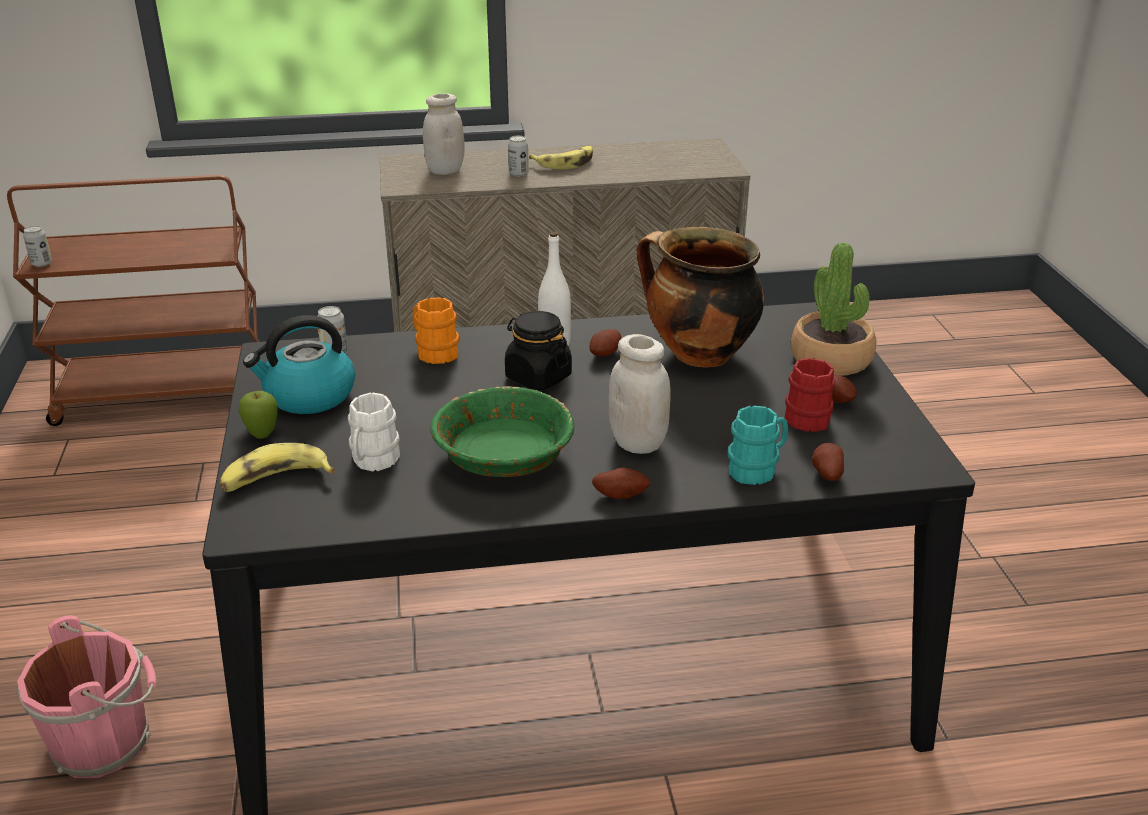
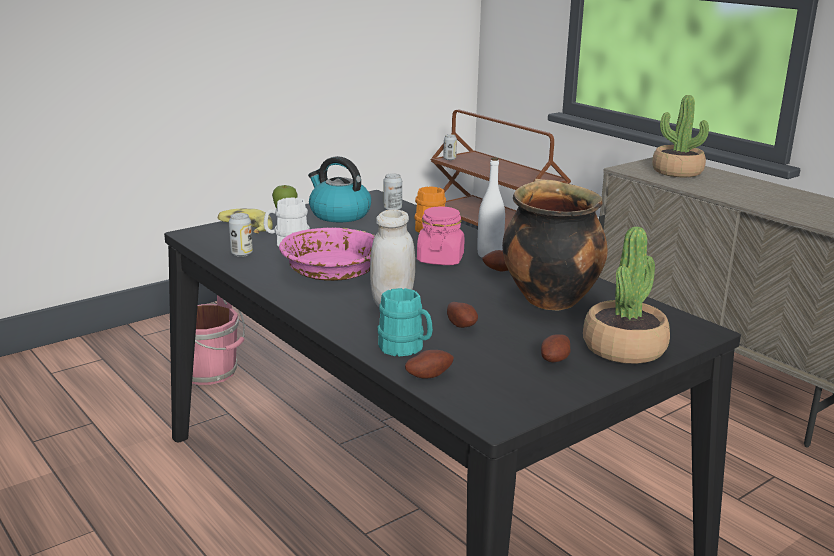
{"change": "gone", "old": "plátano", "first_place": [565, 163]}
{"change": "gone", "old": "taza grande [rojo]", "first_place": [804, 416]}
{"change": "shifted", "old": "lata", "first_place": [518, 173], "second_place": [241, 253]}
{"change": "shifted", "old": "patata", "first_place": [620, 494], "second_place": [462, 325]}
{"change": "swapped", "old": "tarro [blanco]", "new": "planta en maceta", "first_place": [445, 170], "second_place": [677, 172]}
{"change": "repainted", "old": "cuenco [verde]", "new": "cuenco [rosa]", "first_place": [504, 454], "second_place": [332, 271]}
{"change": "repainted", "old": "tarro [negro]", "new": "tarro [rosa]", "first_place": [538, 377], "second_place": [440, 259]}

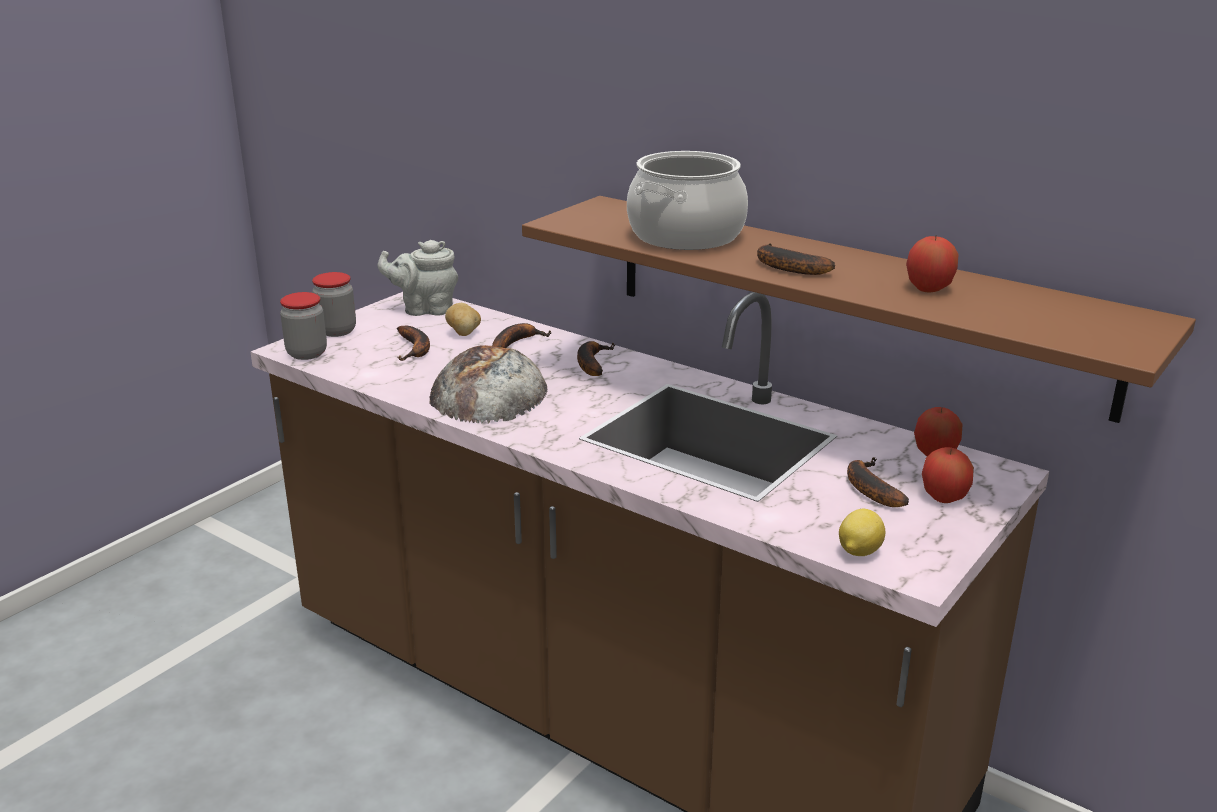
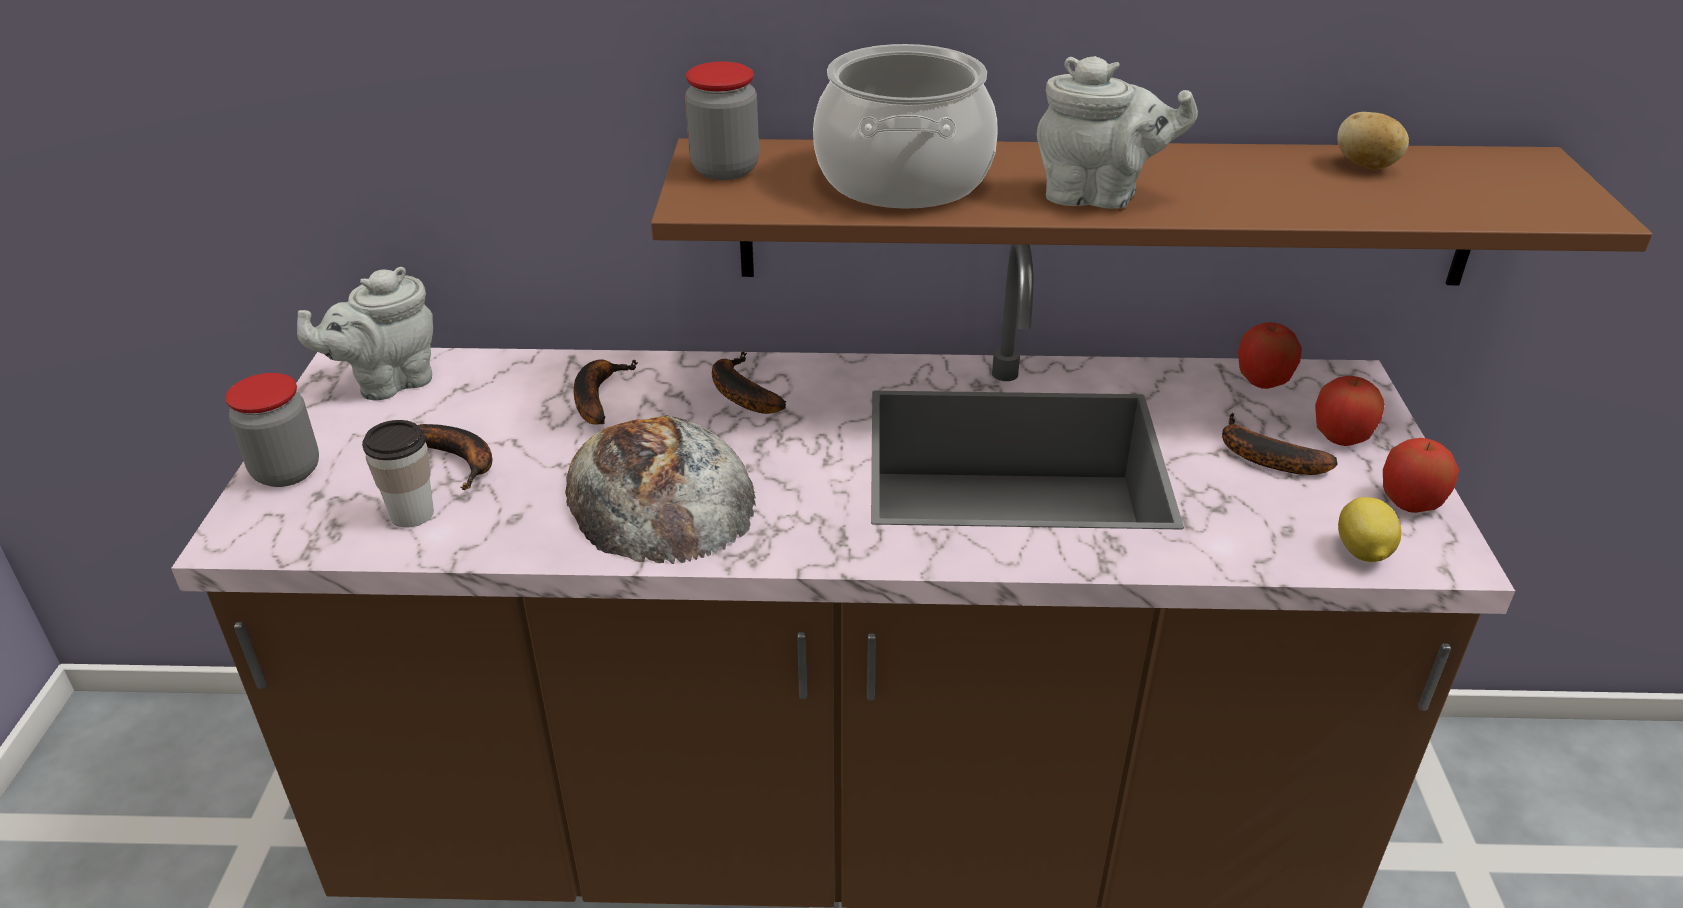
{"change": "new", "new": "taza", "second_place": [412, 514]}
{"change": "shifted", "old": "tarro", "first_place": [307, 353], "second_place": [725, 169]}
{"change": "shifted", "old": "patata", "first_place": [464, 333], "second_place": [1366, 166]}
{"change": "shifted", "old": "manzana", "first_place": [929, 288], "second_place": [1409, 502]}
{"change": "swapped", "old": "plátano", "new": "tetera [gris]", "first_place": [785, 267], "second_place": [1098, 197]}

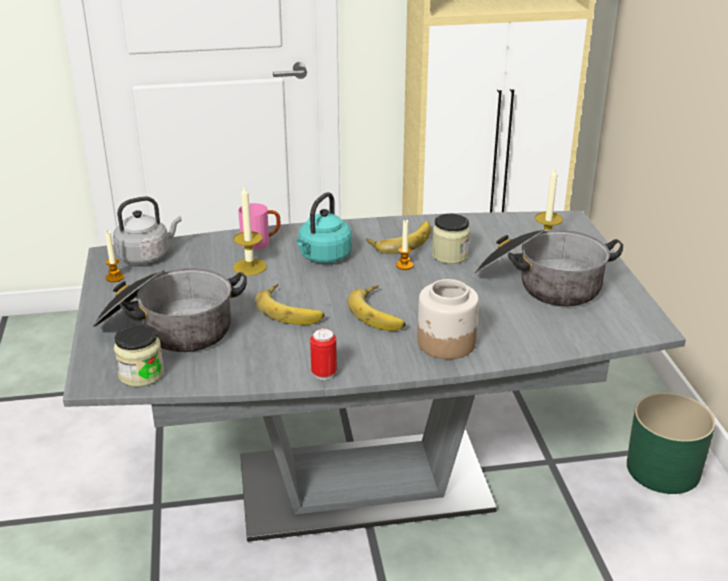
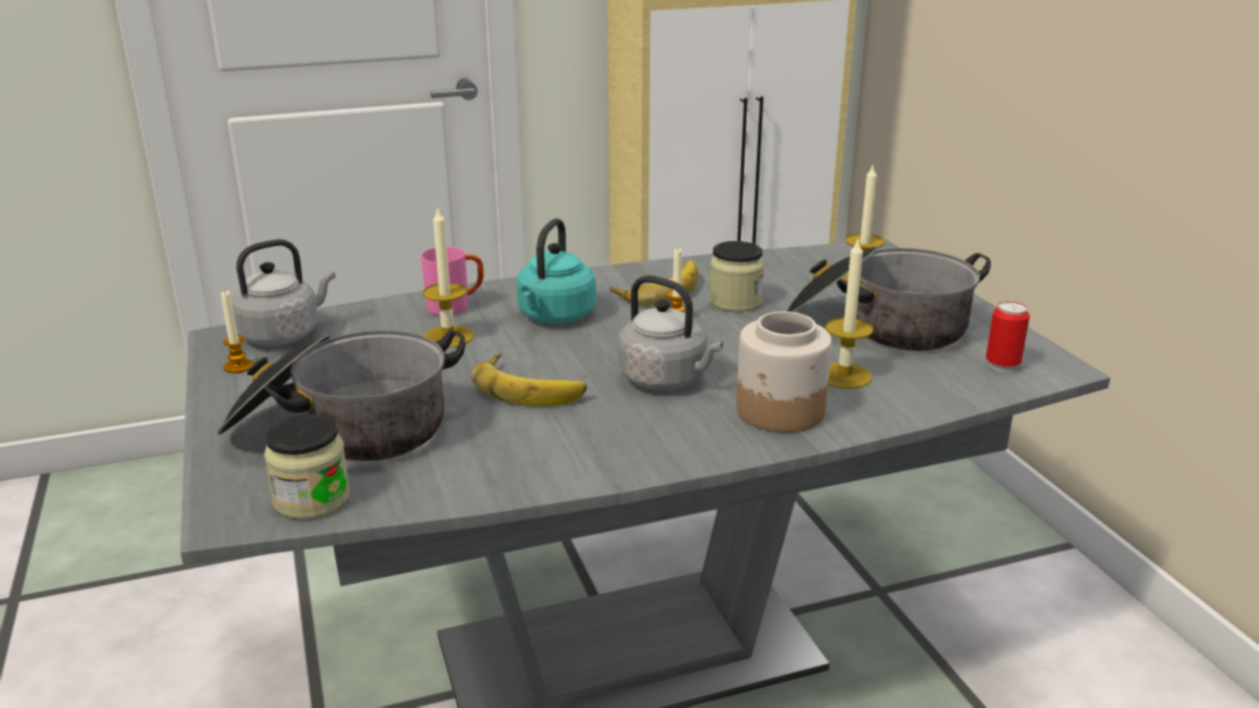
{"change": "gone", "old": "maceta [verde]", "first_place": [664, 469]}
{"change": "new", "new": "vela", "second_place": [844, 376]}
{"change": "shifted", "old": "lata", "first_place": [324, 373], "second_place": [1002, 365]}
{"change": "swapped", "old": "plátano", "new": "hervidor [gris]", "first_place": [381, 312], "second_place": [666, 380]}

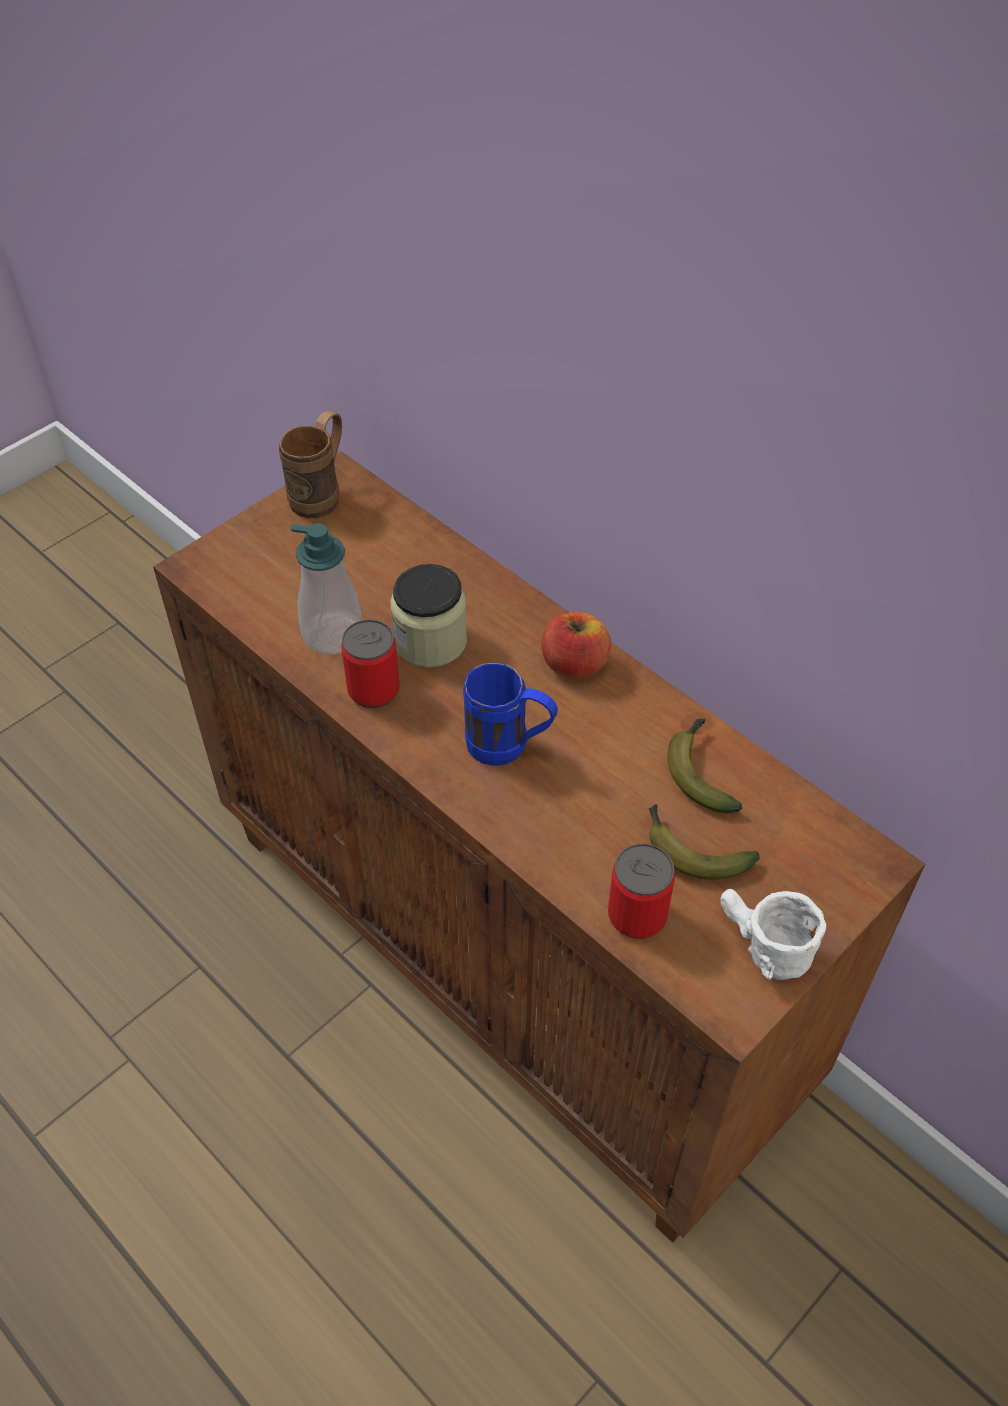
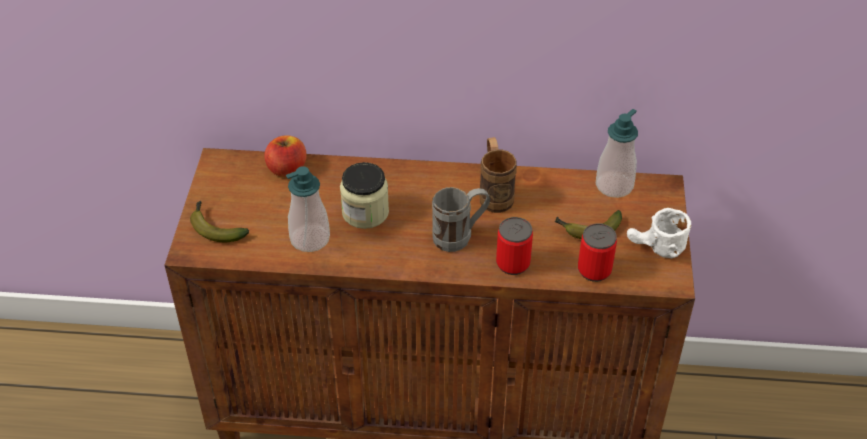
{"change": "new", "new": "dispensador de jabón", "second_place": [614, 185]}
{"change": "shifted", "old": "taza grande [marrón]", "first_place": [322, 494], "second_place": [494, 194]}
{"change": "shifted", "old": "lata", "first_place": [373, 690], "second_place": [513, 263]}
{"change": "shifted", "old": "manzana", "first_place": [574, 664], "second_place": [287, 169]}
{"change": "shifted", "old": "plátano", "first_place": [700, 771], "second_place": [215, 228]}
{"change": "repainted", "old": "taza grande [azul]", "new": "taza grande [gris]", "first_place": [509, 748], "second_place": [460, 237]}

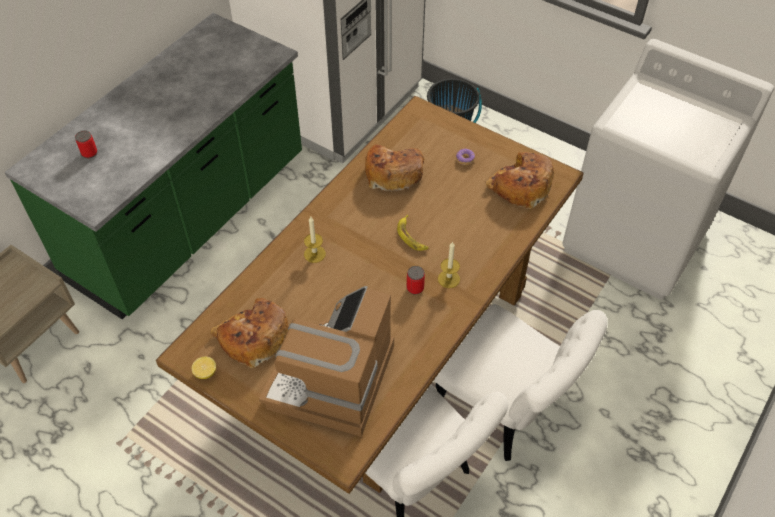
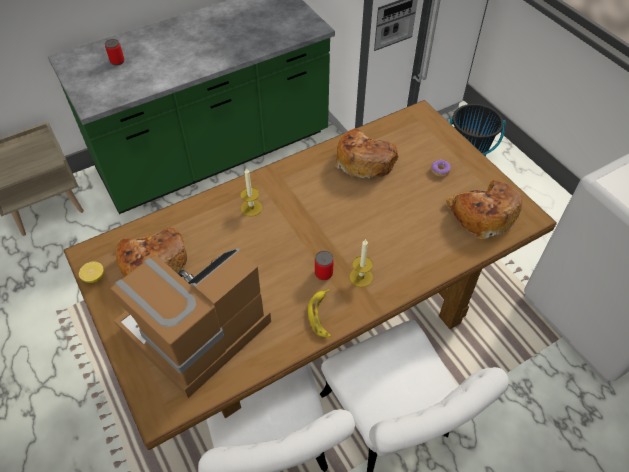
{"change": "shifted", "old": "plátano", "first_place": [412, 236], "second_place": [321, 315]}

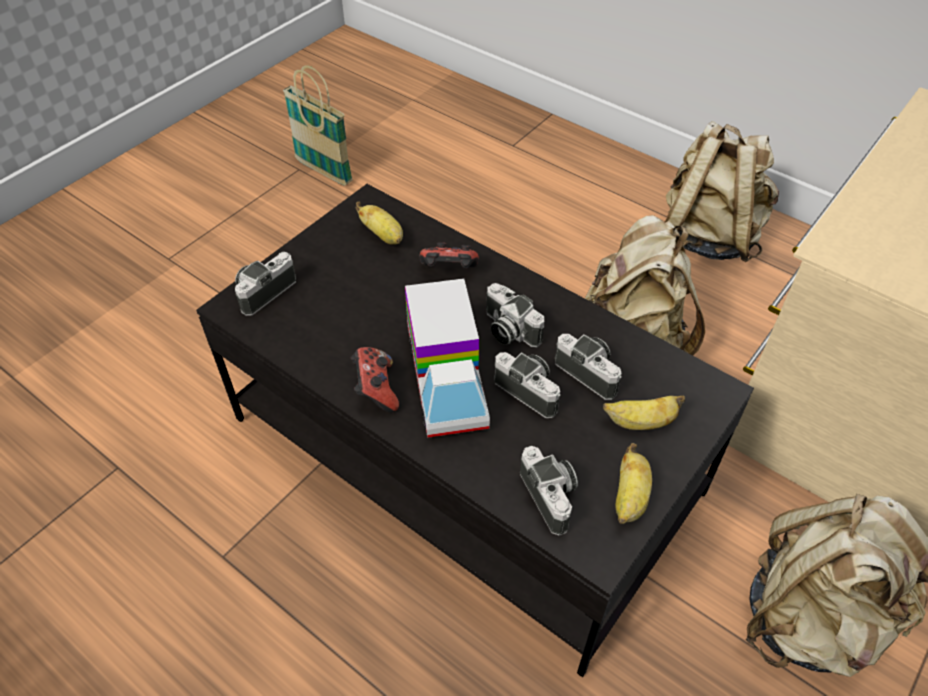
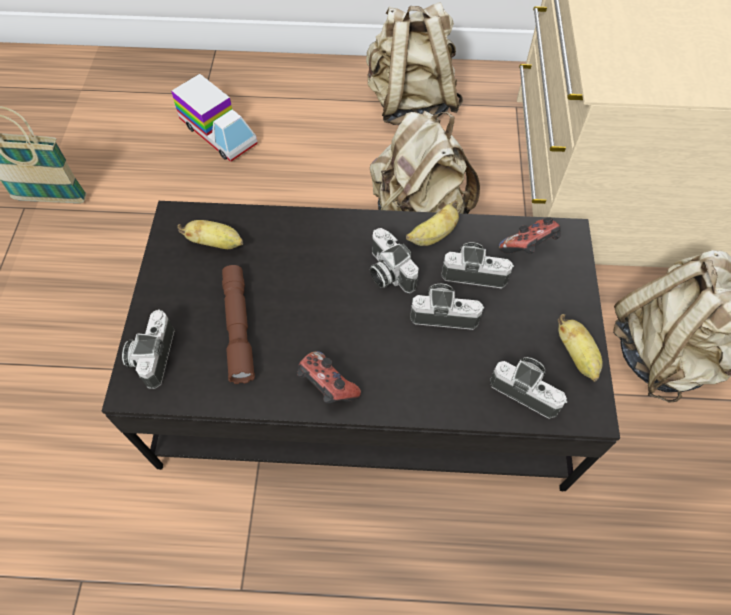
{"change": "new", "new": "linterna [marrón]", "second_place": [238, 327]}
{"change": "shifted", "old": "camión de juguete", "first_place": [446, 379], "second_place": [218, 133]}
{"change": "shifted", "old": "mando de consola", "first_place": [449, 272], "second_place": [528, 248]}
{"change": "shifted", "old": "plátano", "first_place": [640, 422], "second_place": [433, 236]}
{"change": "rotated", "old": "cámara", "first_place": [507, 330], "second_place": [387, 272], "degrees": 45}

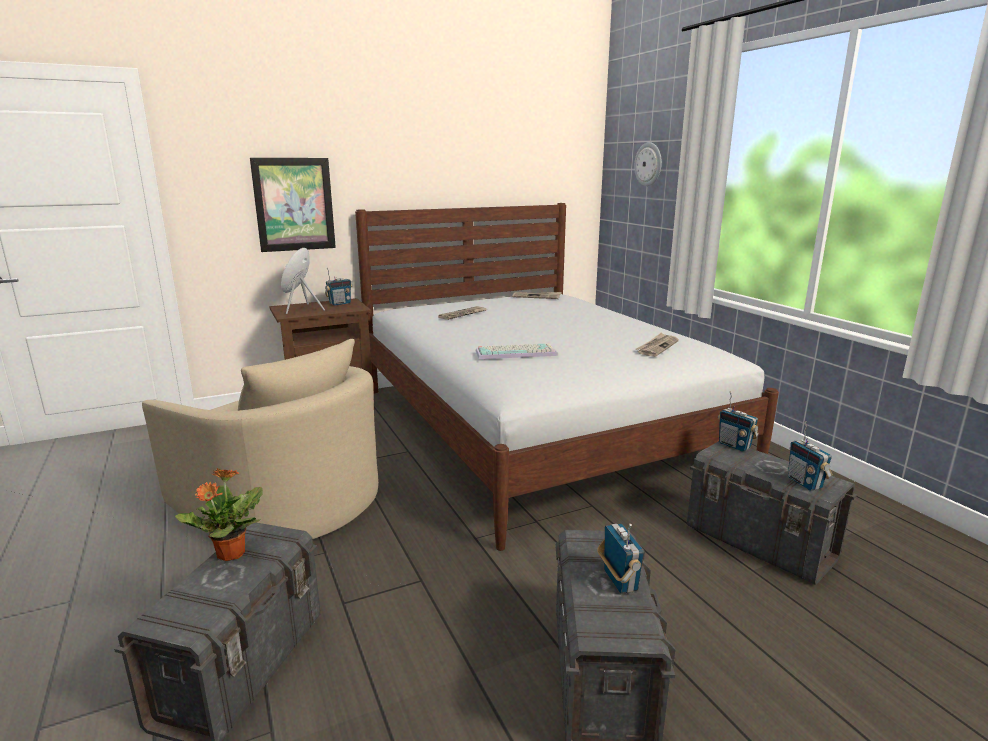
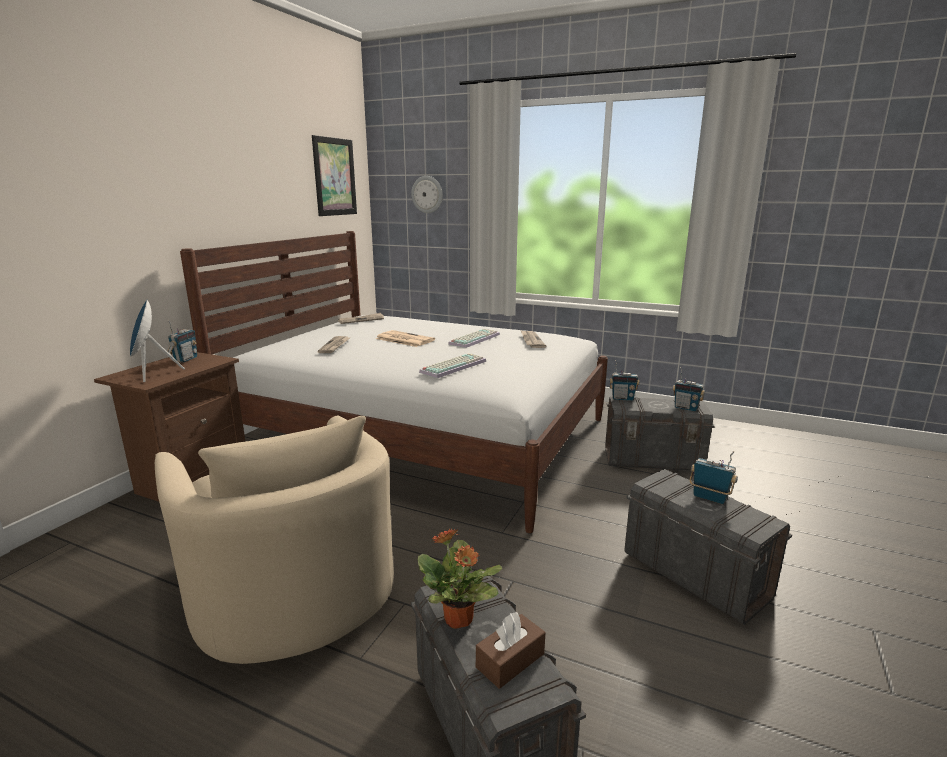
{"change": "new", "new": "periódico", "second_place": [404, 339]}
{"change": "new", "new": "teclado", "second_place": [474, 339]}
{"change": "new", "new": "caja de pañuelos [marrón]", "second_place": [510, 660]}
{"change": "shifted", "old": "cuadro", "first_place": [294, 204], "second_place": [334, 177]}
{"change": "rotated", "old": "sillón [beis]", "first_place": [282, 501], "second_place": [289, 584], "degrees": 60}

